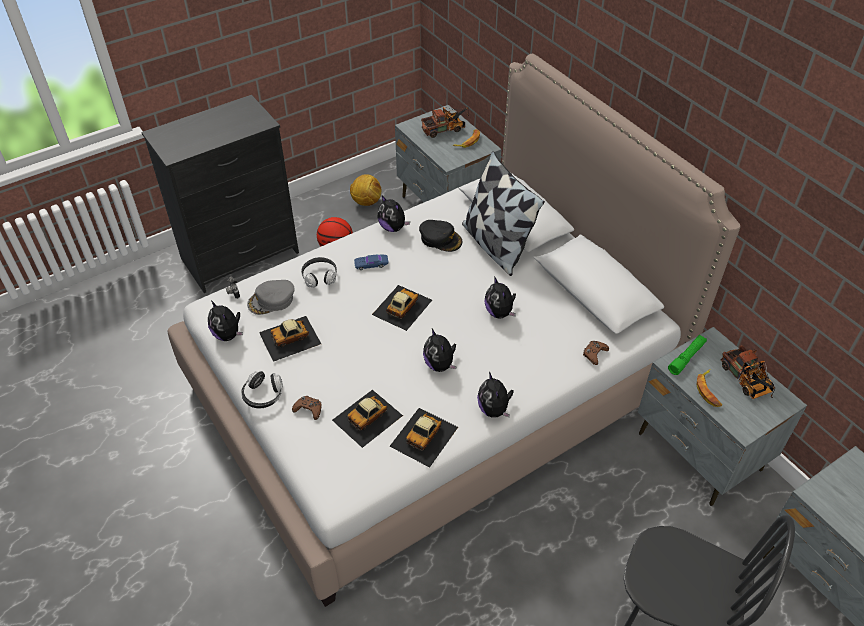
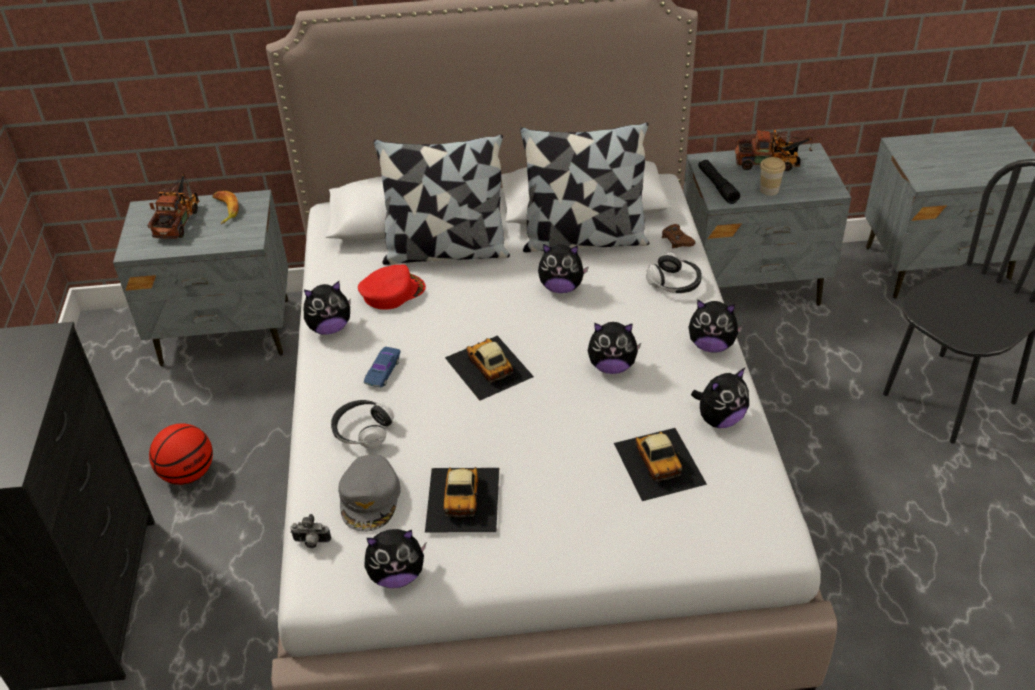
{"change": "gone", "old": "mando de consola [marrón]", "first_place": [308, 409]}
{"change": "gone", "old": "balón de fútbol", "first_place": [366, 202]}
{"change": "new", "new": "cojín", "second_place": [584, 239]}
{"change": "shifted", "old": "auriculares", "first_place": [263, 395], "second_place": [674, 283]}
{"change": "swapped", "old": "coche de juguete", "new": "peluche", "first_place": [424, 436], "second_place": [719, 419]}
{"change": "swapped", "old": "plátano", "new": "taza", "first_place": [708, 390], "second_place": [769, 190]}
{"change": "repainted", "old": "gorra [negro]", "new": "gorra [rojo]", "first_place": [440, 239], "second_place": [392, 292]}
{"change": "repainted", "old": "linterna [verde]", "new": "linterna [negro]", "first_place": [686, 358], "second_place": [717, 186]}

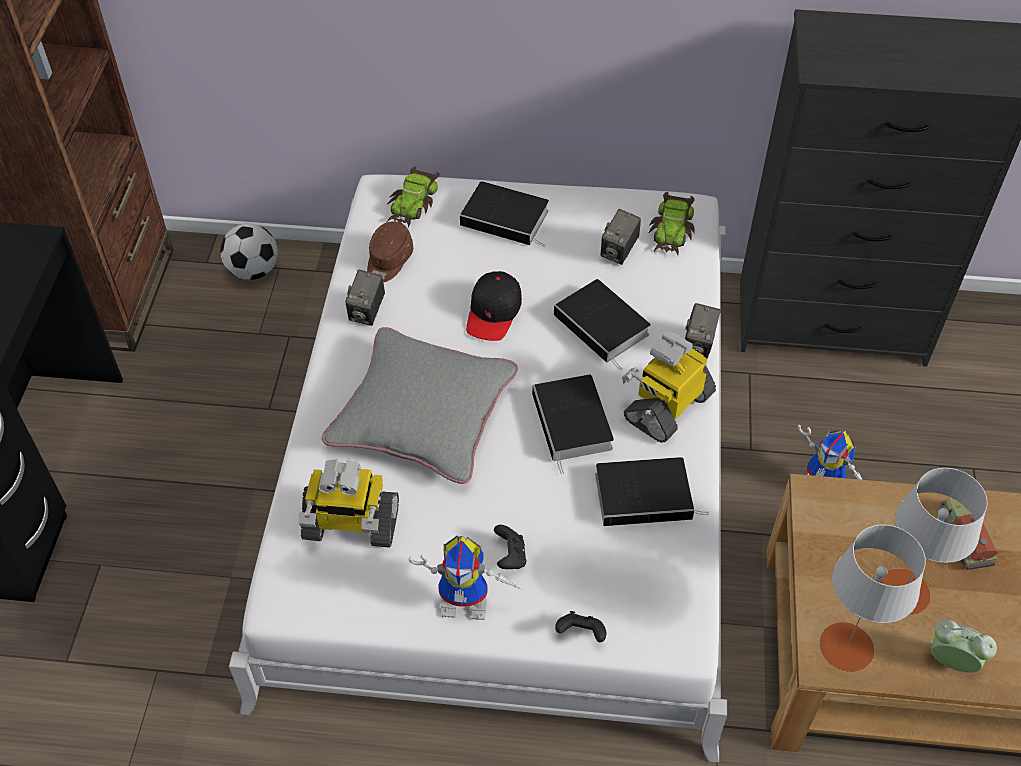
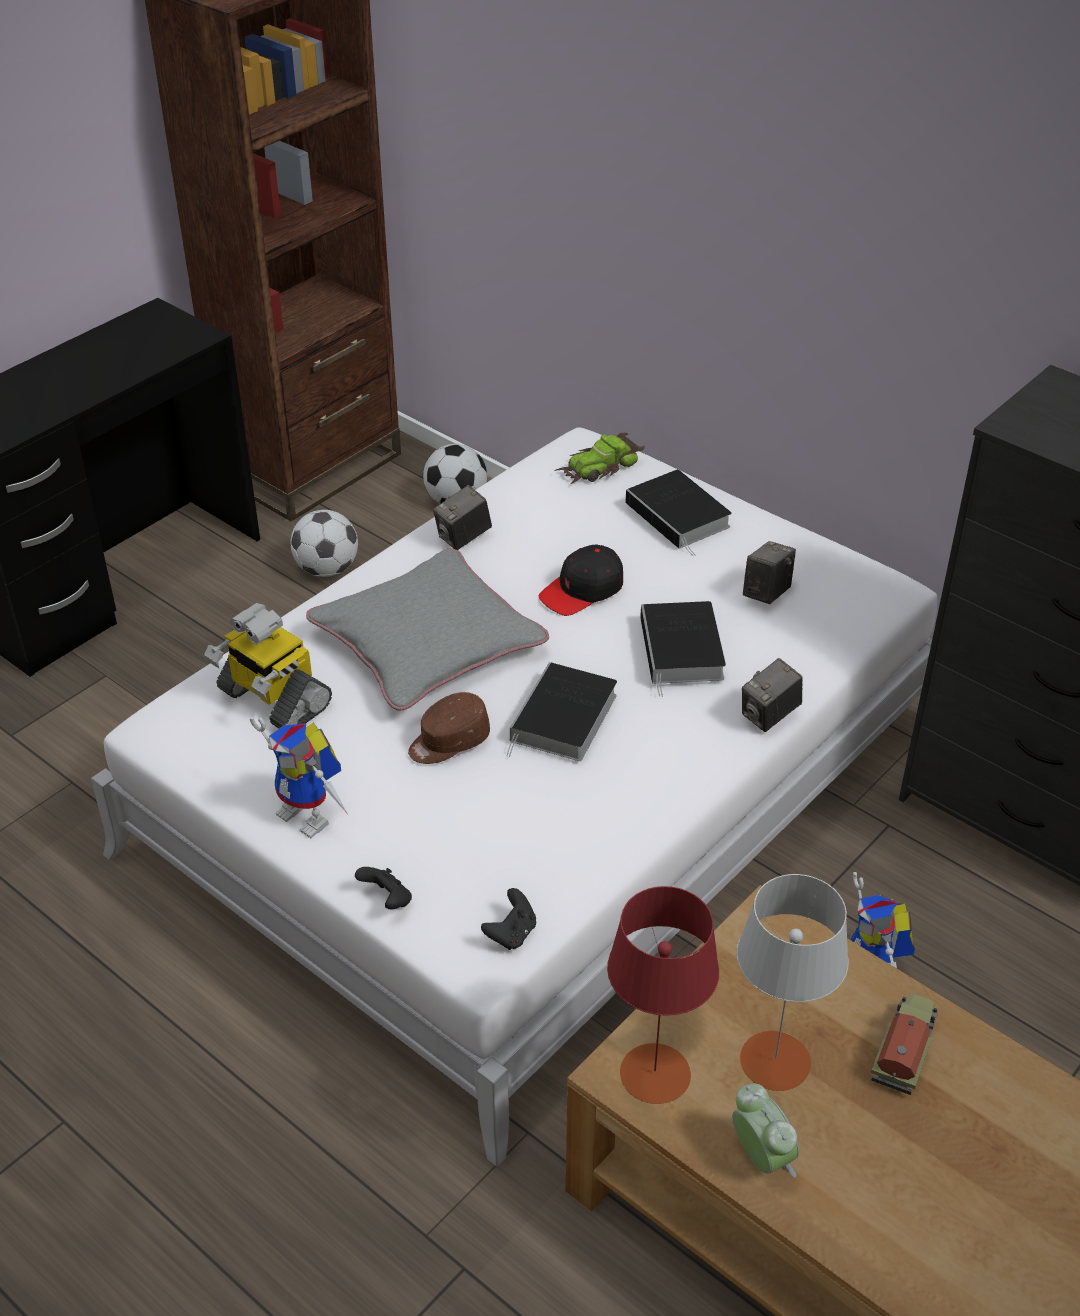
{"change": "gone", "old": "libro", "first_place": [646, 495]}
{"change": "gone", "old": "robot de juguete", "first_place": [667, 406]}
{"change": "gone", "old": "coche de juguete", "first_place": [672, 230]}
{"change": "new", "new": "balón de fútbol", "second_place": [327, 569]}
{"change": "shifted", "old": "gorra [marrón]", "first_place": [388, 261], "second_place": [448, 742]}
{"change": "shifted", "old": "mando de consola [negro]", "first_place": [510, 556], "second_place": [511, 934]}
{"change": "repainted", "old": "lámpara de mesa [gris]", "new": "lámpara de mesa [rojo]", "first_place": [846, 647], "second_place": [654, 1074]}
{"change": "rotated", "old": "cámara", "first_place": [619, 252], "second_place": [766, 592], "degrees": 150}

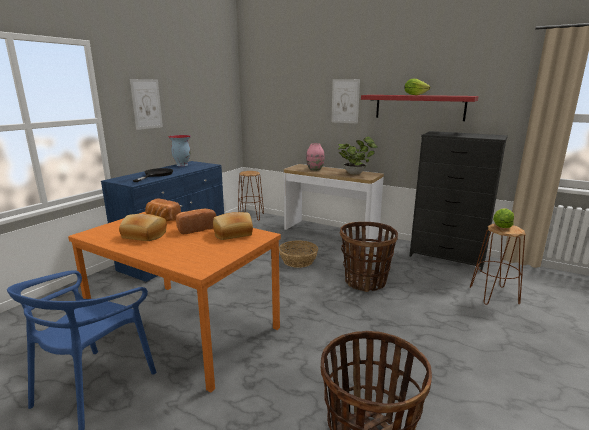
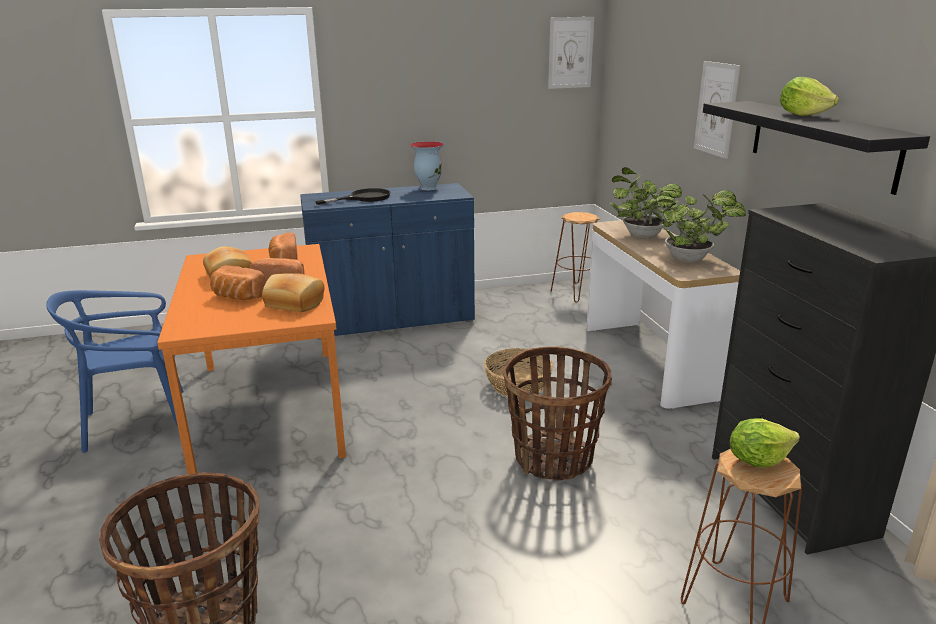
{"change": "new", "new": "pan", "second_place": [237, 297]}
{"change": "shifted", "old": "cuadro", "first_place": [146, 104], "second_place": [570, 53]}
{"change": "swapped", "old": "florero [rosa]", "new": "planta en maceta", "first_place": [315, 169], "second_place": [640, 235]}
{"change": "repainted", "old": "estante [rojo]", "new": "estante [negro]", "first_place": [419, 107], "second_place": [821, 143]}

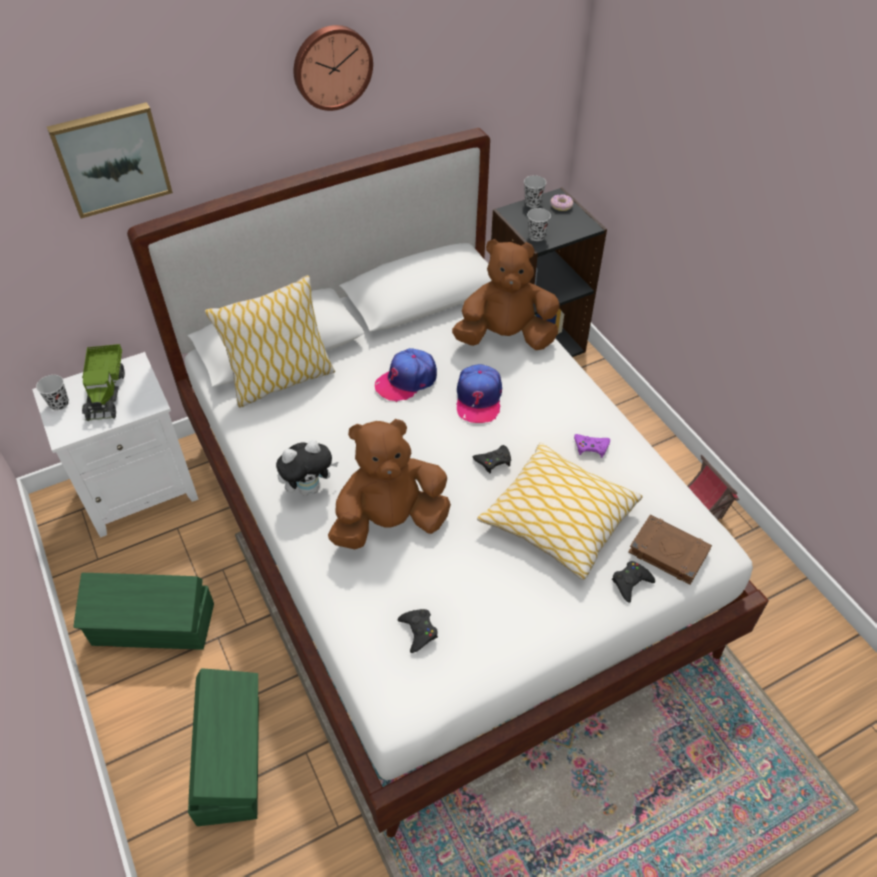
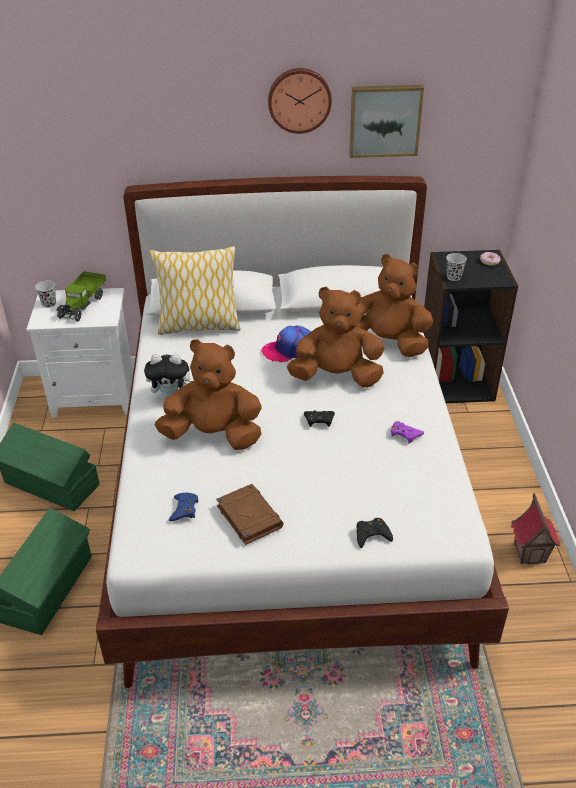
{"change": "gone", "old": "cojín", "first_place": [558, 519]}
{"change": "gone", "old": "taza [negro]", "first_place": [533, 203]}
{"change": "shifted", "old": "cuadro", "first_place": [111, 158], "second_place": [384, 120]}
{"change": "shifted", "old": "libro [marrón]", "first_place": [667, 551], "second_place": [248, 516]}
{"change": "swapped", "old": "gorra", "new": "peluche [marrón]", "first_place": [478, 398], "second_place": [337, 377]}
{"change": "repainted", "old": "mando de consola [negro]", "new": "mando de consola [azul]", "first_place": [418, 631], "second_place": [184, 509]}

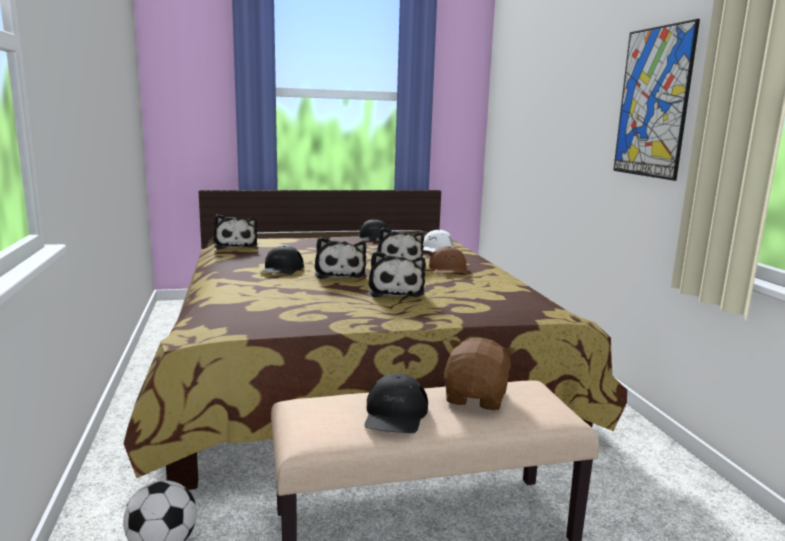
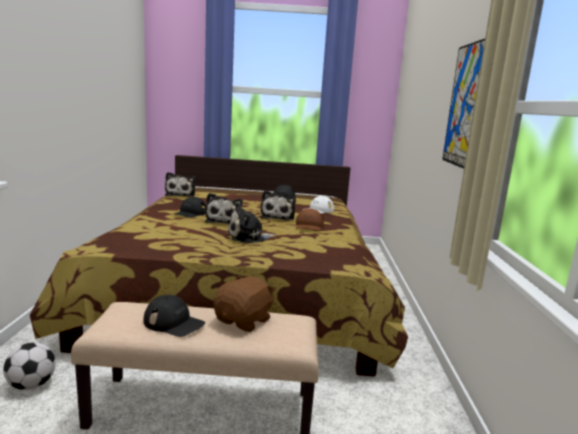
{"change": "rotated", "old": "gorra [negro]", "first_place": [395, 414], "second_place": [174, 323], "degrees": -90}
{"change": "rotated", "old": "peluche", "first_place": [395, 291], "second_place": [248, 237], "degrees": 60}

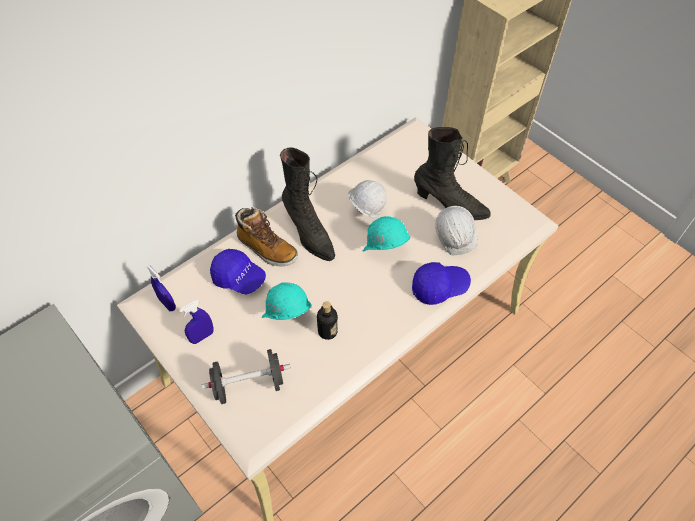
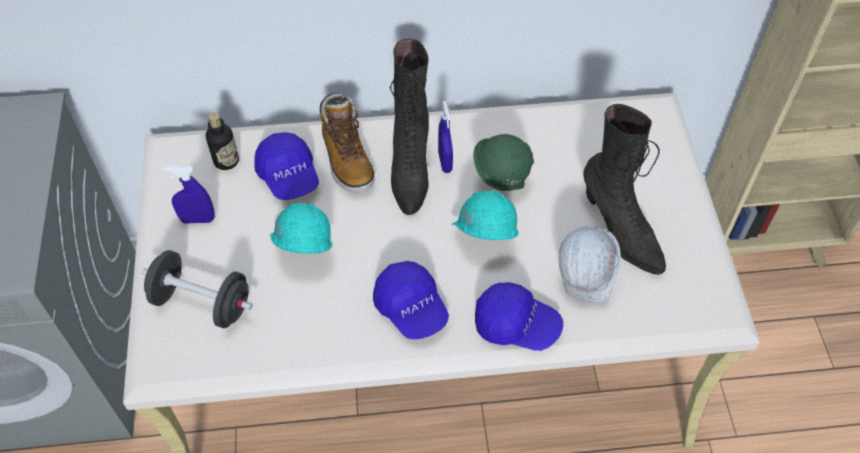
{"change": "new", "new": "gorra [azul]", "second_place": [411, 308]}
{"change": "shifted", "old": "pulverizador [azul]", "first_place": [167, 304], "second_place": [445, 162]}
{"change": "shifted", "old": "botella", "first_place": [327, 331], "second_place": [226, 161]}
{"change": "repainted", "old": "casco [blanco]", "new": "casco [verde]", "first_place": [365, 213], "second_place": [500, 181]}

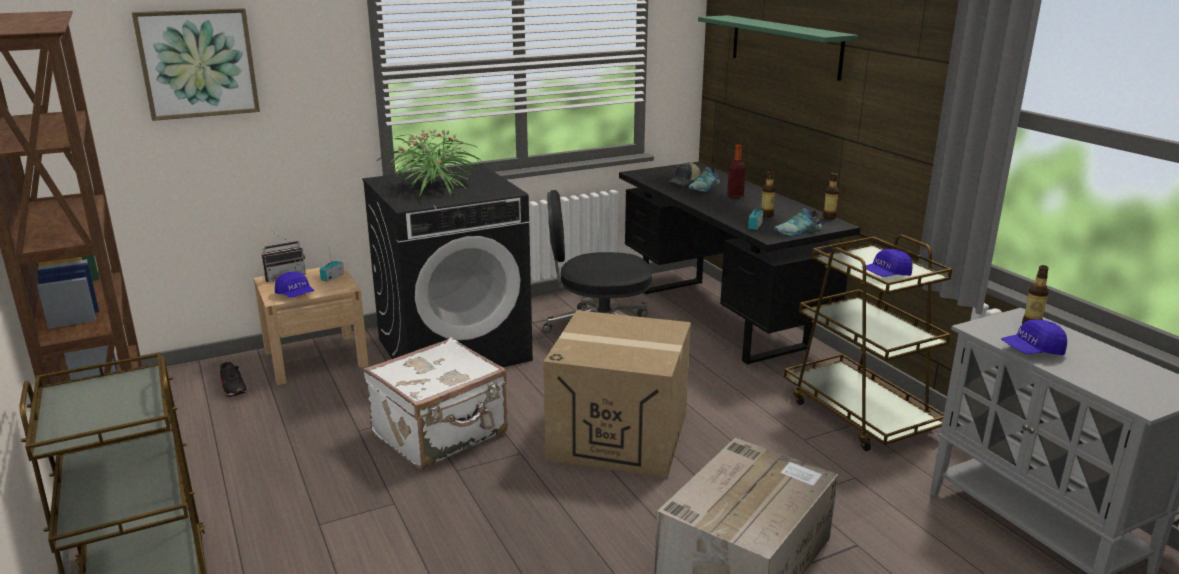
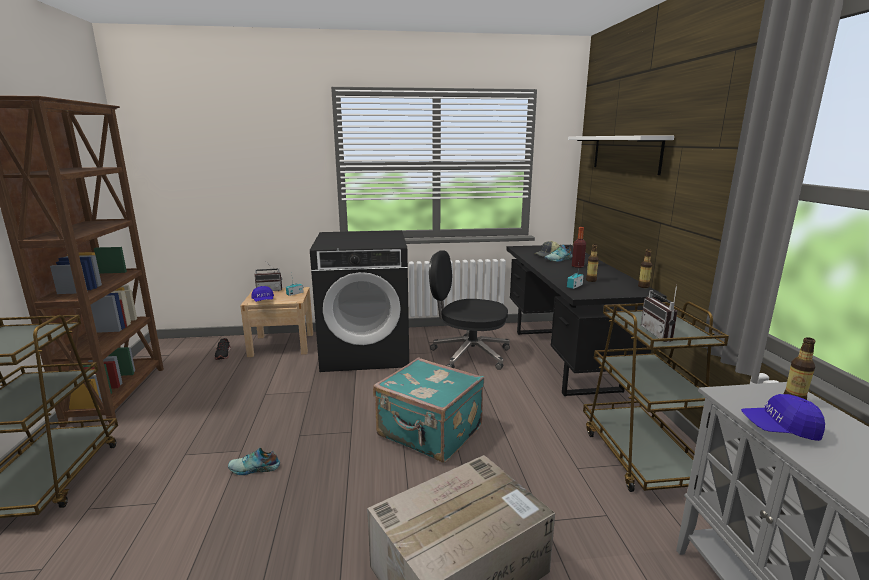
{"change": "gone", "old": "cuadro", "first_place": [198, 63]}
{"change": "gone", "old": "maleta [blanco]", "first_place": [441, 434]}
{"change": "gone", "old": "planta en maceta", "first_place": [434, 186]}
{"change": "shifted", "old": "zapato", "first_place": [798, 232], "second_place": [254, 468]}
{"change": "swapped", "old": "caja de cartón", "new": "maleta [turquesa]", "first_place": [619, 436], "second_place": [429, 433]}
{"change": "swapped", "old": "gorra [azul]", "new": "radio", "first_place": [886, 275], "second_place": [661, 334]}
{"change": "repainted", "old": "estante [verde]", "new": "estante [blanco]", "first_place": [785, 46], "second_place": [625, 153]}

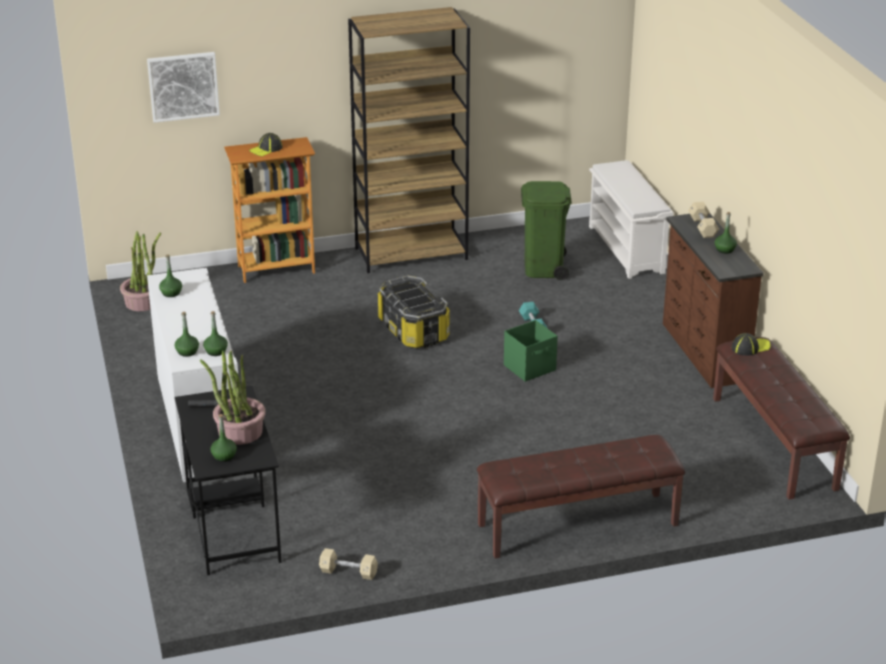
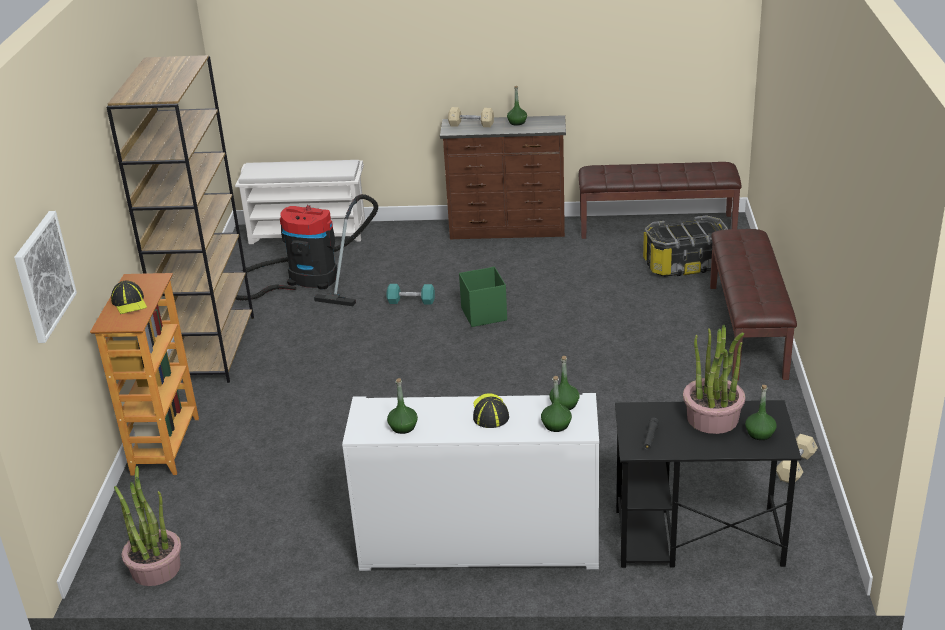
{"change": "shifted", "old": "caja de almacenaje", "first_place": [413, 330], "second_place": [685, 265]}
{"change": "shifted", "old": "gorra", "first_place": [750, 347], "second_place": [489, 413]}
{"change": "swapped", "old": "papelera [verde]", "new": "aspiradora", "first_place": [543, 268], "second_place": [307, 279]}

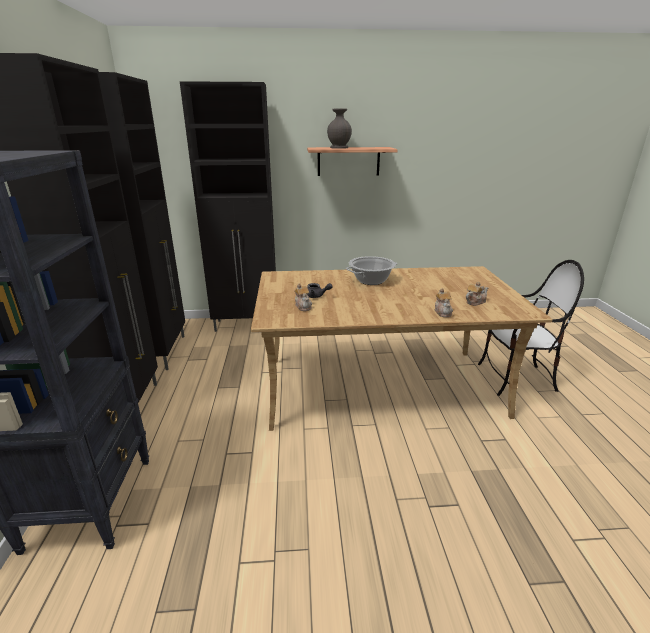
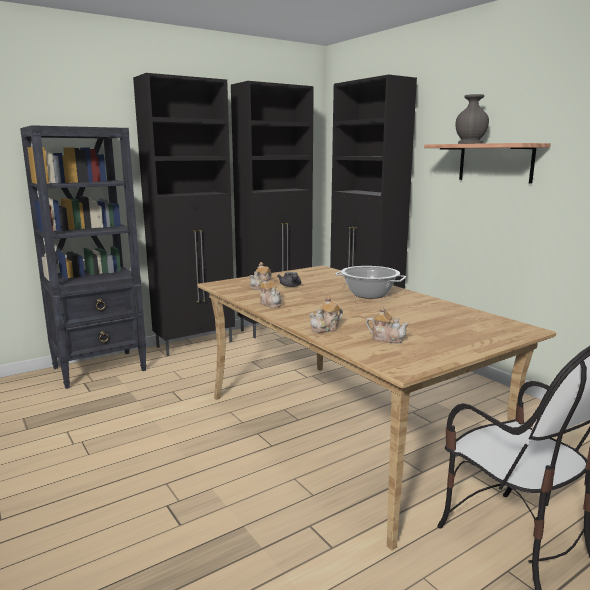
{"change": "new", "new": "tetera", "second_place": [270, 304]}

